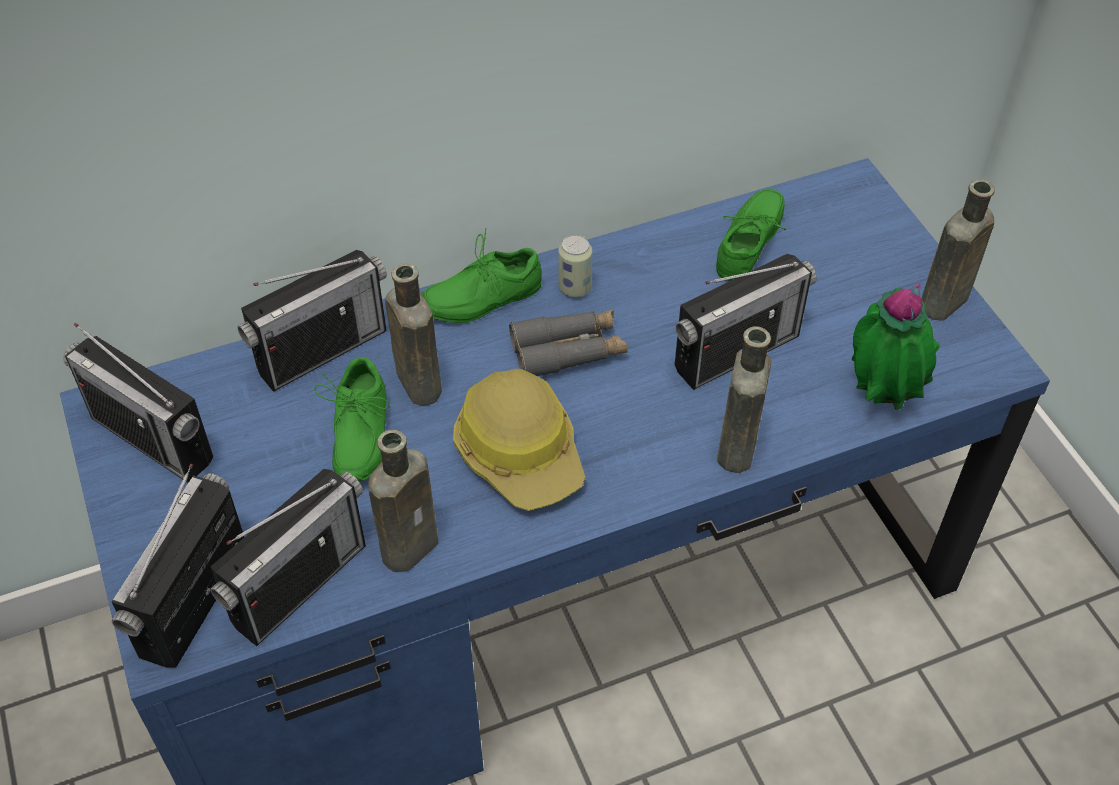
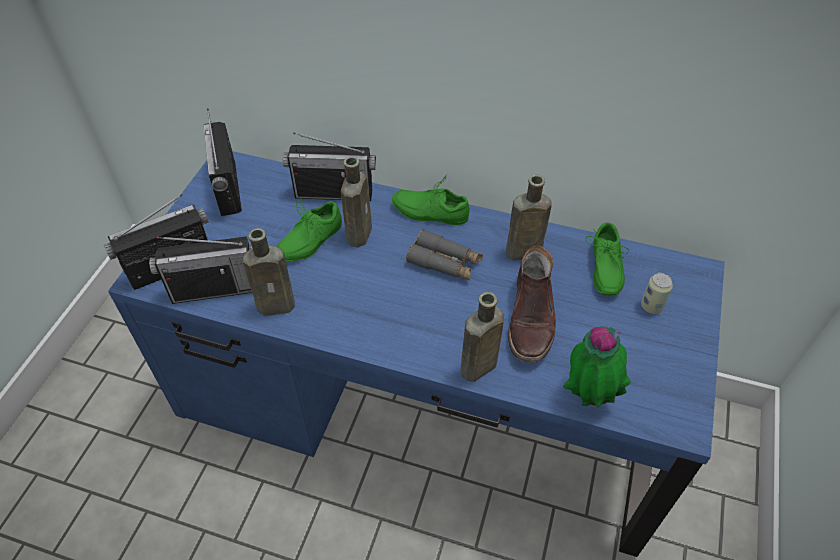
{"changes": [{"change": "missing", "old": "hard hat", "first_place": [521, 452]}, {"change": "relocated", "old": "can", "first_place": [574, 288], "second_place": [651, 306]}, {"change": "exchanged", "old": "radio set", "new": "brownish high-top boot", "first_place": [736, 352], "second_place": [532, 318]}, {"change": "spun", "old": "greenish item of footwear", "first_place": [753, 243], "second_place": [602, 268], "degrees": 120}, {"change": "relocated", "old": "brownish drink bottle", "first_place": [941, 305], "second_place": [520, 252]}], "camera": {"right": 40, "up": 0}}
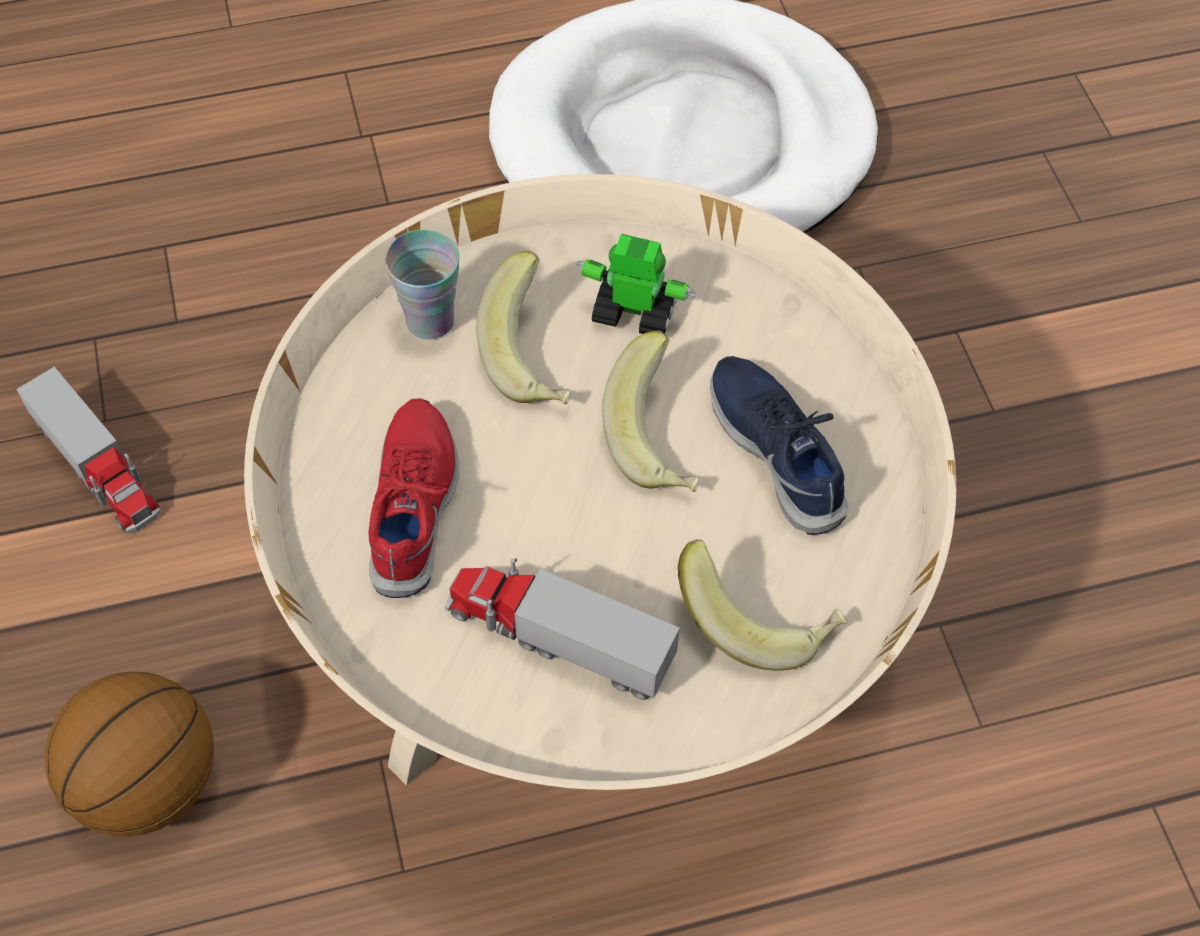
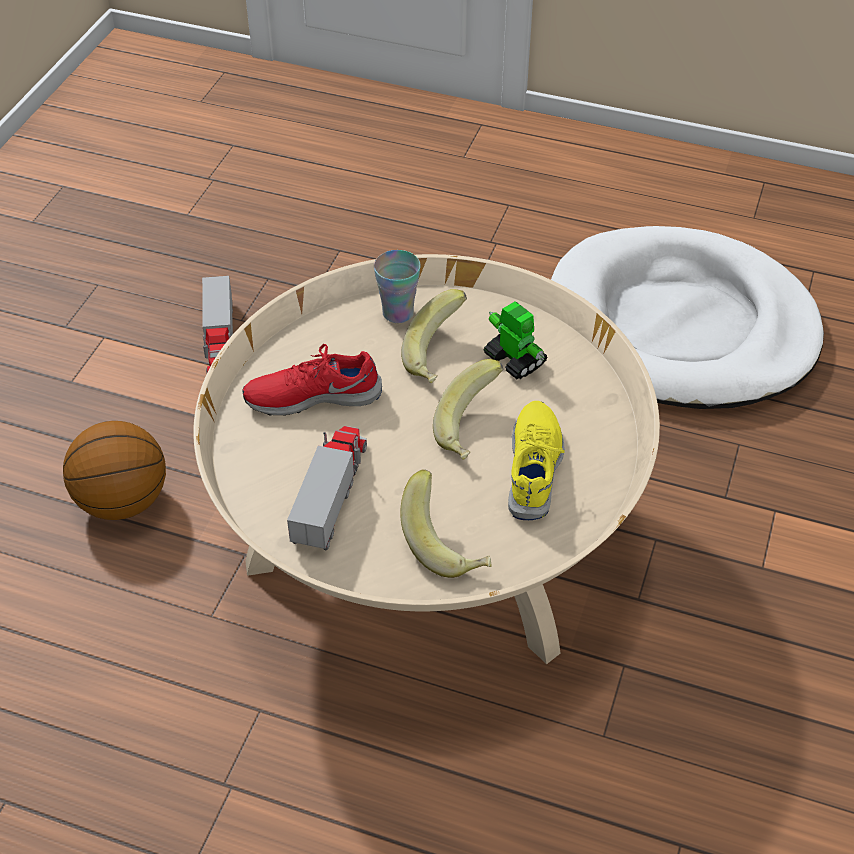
{"changes": [{"change": "spun", "old": "red item of footwear", "first_place": [415, 506], "second_place": [312, 395], "degrees": -135}, {"change": "spun", "old": "toy lorry", "first_place": [558, 637], "second_place": [331, 494], "degrees": 45}, {"change": "colour", "old": "blue-coloured item of footwear", "new": "yellow-coloured item of footwear", "first_place": [778, 451], "second_place": [535, 468]}], "camera": {"right": 35, "up": -10}}
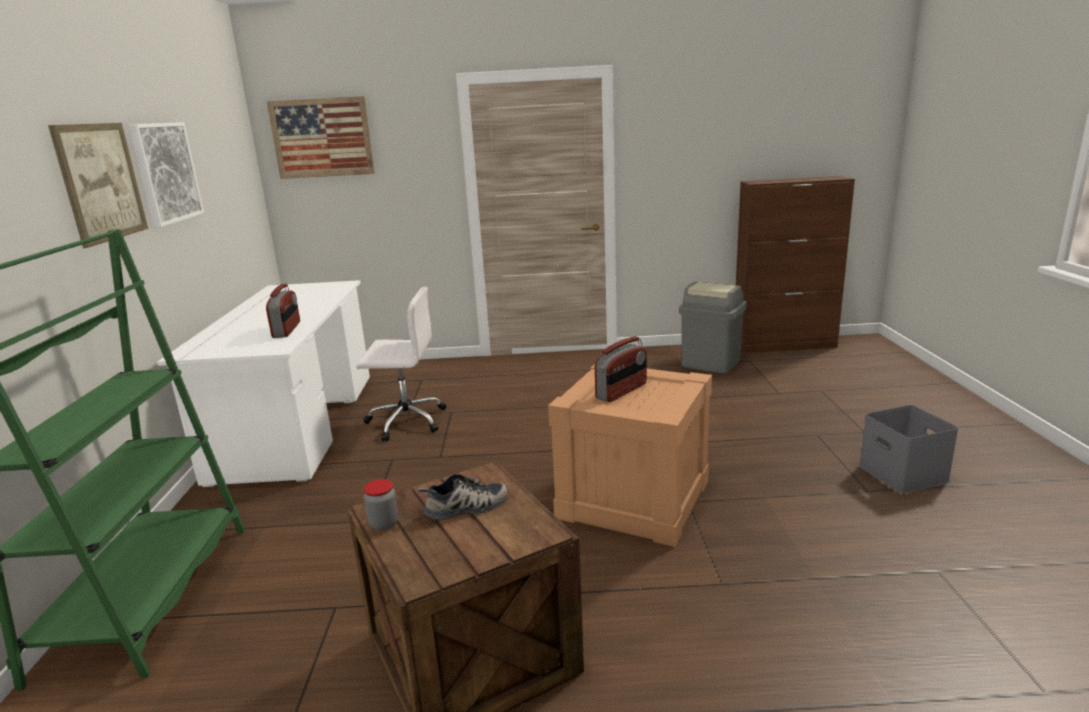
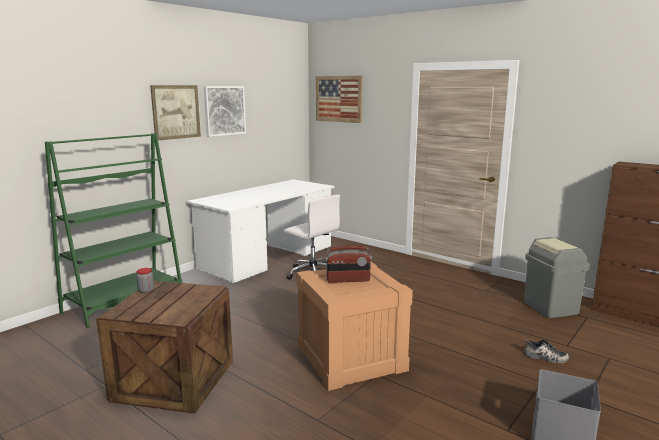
{"changes": [{"change": "missing", "old": "radio set", "first_place": [287, 330]}, {"change": "relocated", "old": "item of footwear", "first_place": [466, 508], "second_place": [545, 357]}], "camera": {"right": 40, "up": -5}}
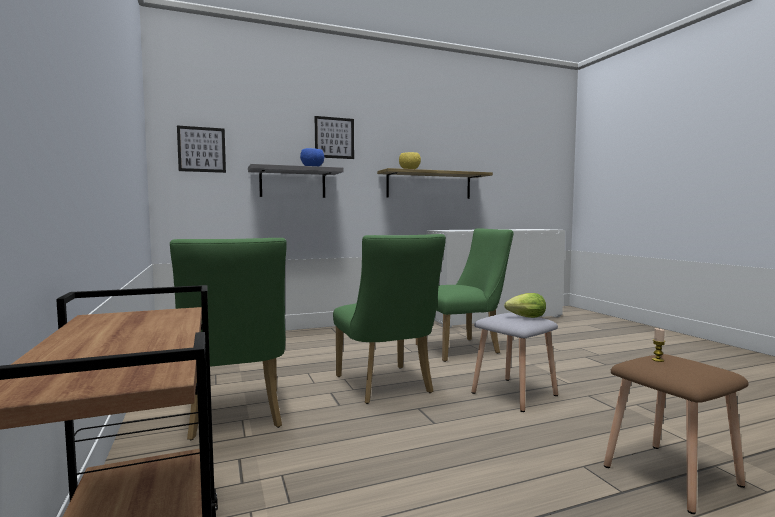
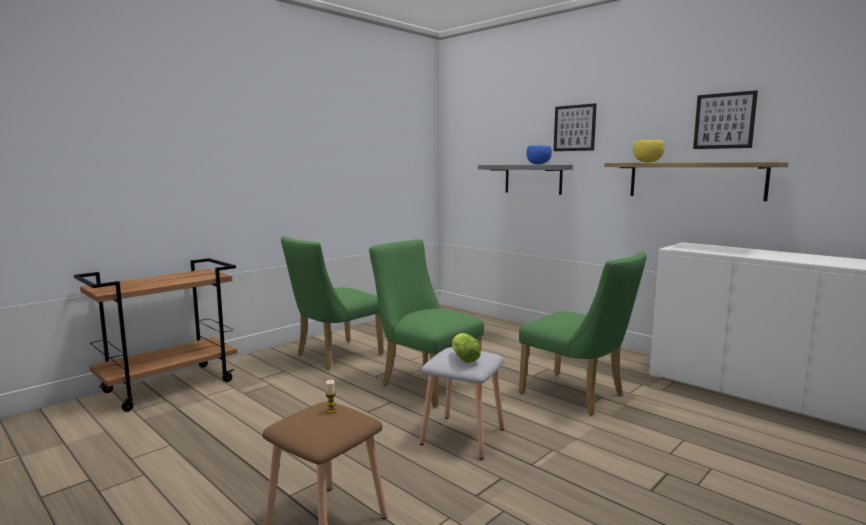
{"changes": [{"change": "relocated", "old": "wall picture", "first_place": [201, 149], "second_place": [724, 121]}, {"change": "spun", "old": "greenish upright chair", "first_place": [386, 387], "second_place": [425, 383], "degrees": 90}], "camera": {"right": 65, "up": 5}}
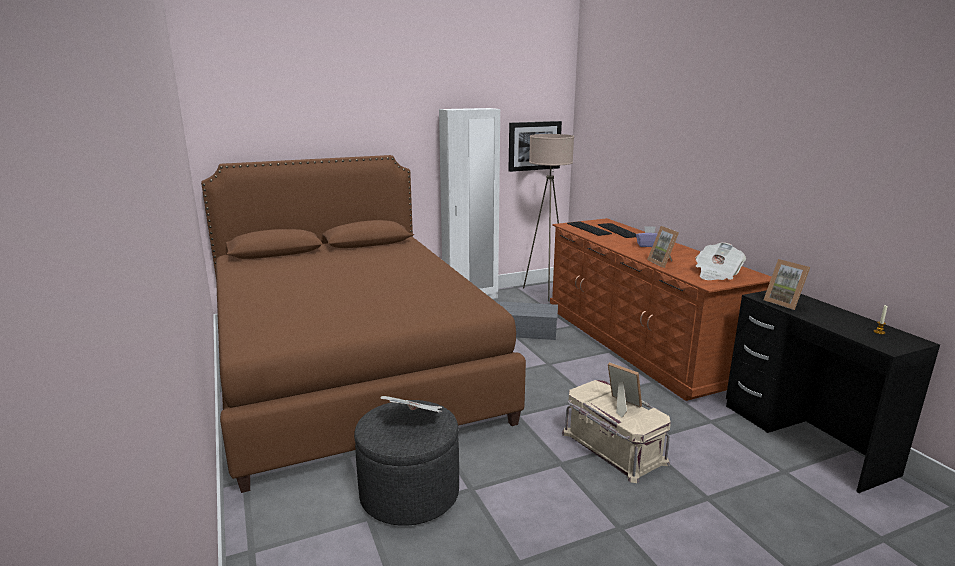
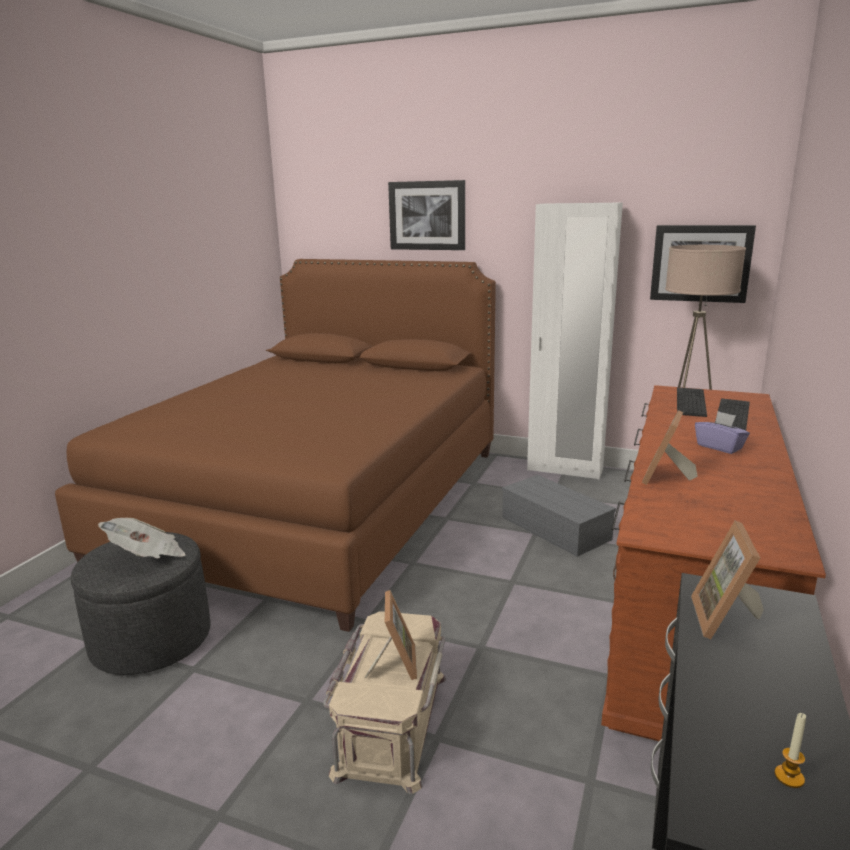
{"changes": [{"change": "missing", "old": "newspaper", "first_place": [716, 274]}, {"change": "appeared", "new": "wall picture", "second_place": [427, 215]}], "camera": {"right": 45, "up": 0}}
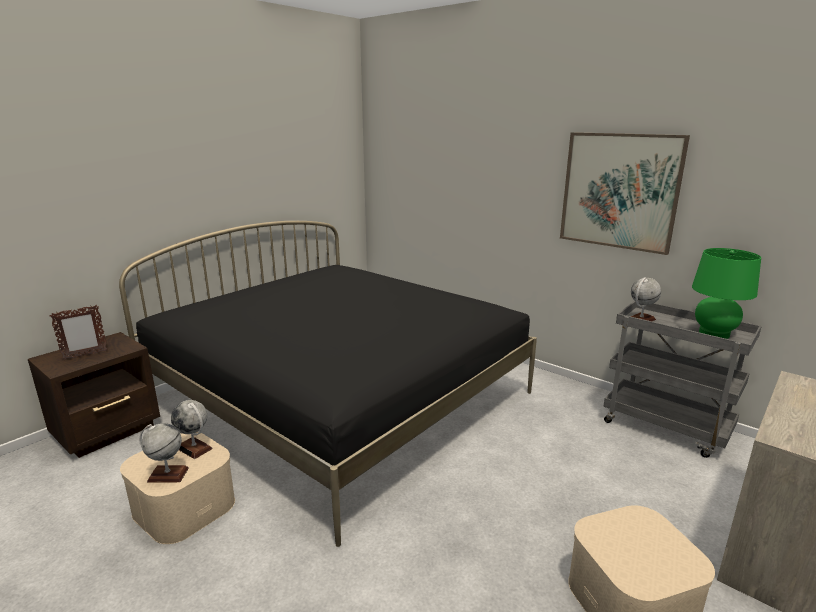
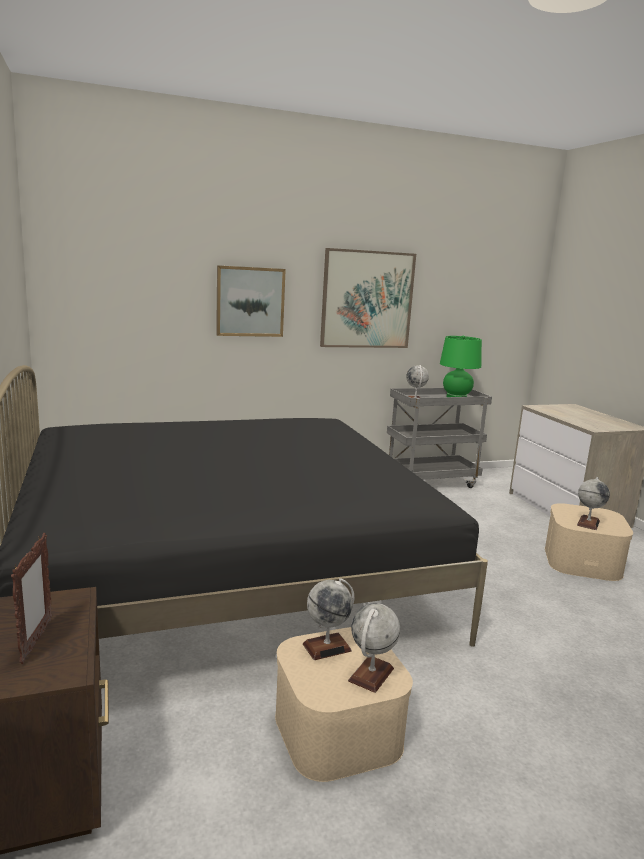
{"changes": [{"change": "appeared", "new": "wall picture", "second_place": [250, 301]}, {"change": "appeared", "new": "desk globe", "second_place": [588, 523]}], "camera": {"right": -60, "up": -5}}
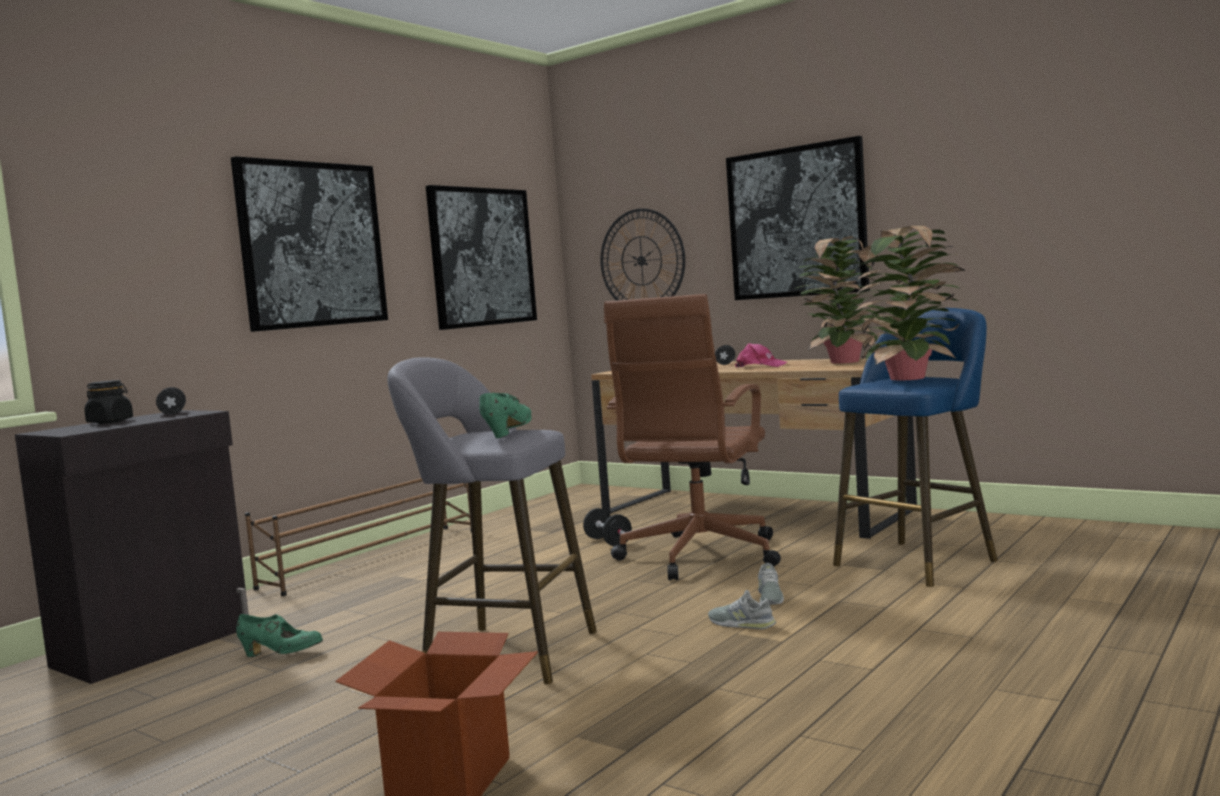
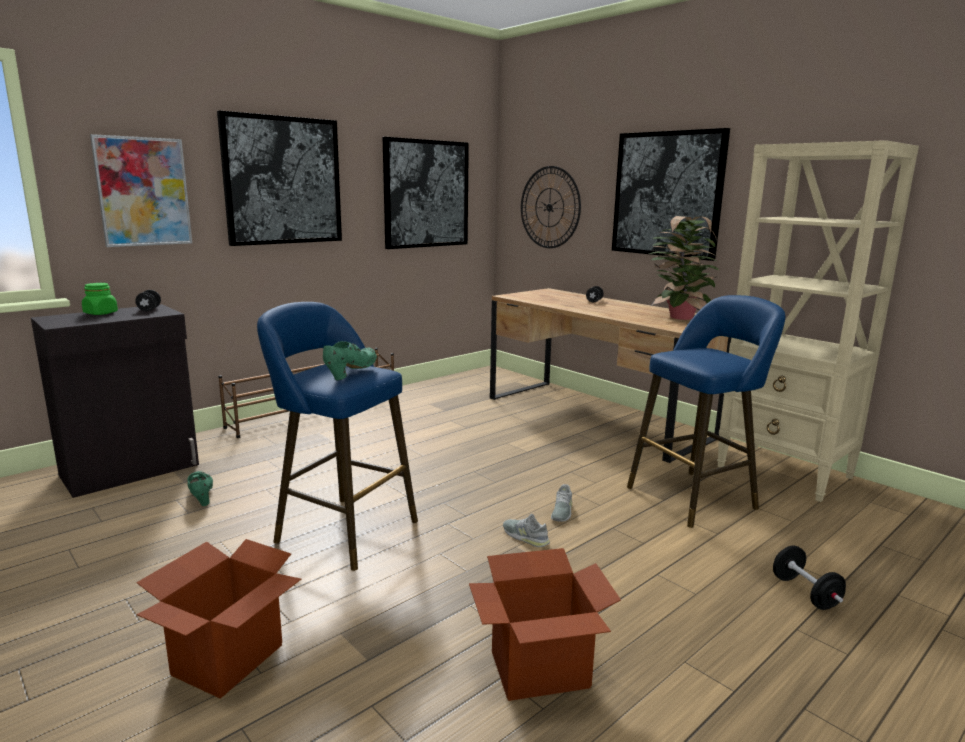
{"changes": [{"change": "colour", "old": "blackish preserve jar", "new": "greenish preserve jar", "first_place": [110, 422], "second_place": [101, 313]}, {"change": "spun", "old": "greenish item of footwear", "first_place": [281, 654], "second_place": [201, 496], "degrees": -135}, {"change": "colour", "old": "gray sitting stool", "new": "blue-coloured sitting stool", "first_place": [501, 654], "second_place": [341, 529]}, {"change": "relocated", "old": "blackish free weight", "first_place": [608, 542], "second_place": [805, 593]}, {"change": "missing", "old": "brownish desk chair", "first_place": [698, 557]}, {"change": "missing", "old": "pink-coloured baseball cap", "first_place": [760, 366]}, {"change": "missing", "old": "plant in a pot", "first_place": [911, 378]}, {"change": "appeared", "new": "wall picture", "second_place": [143, 192]}, {"change": "appeared", "new": "packing box", "second_place": [539, 670]}, {"change": "appeared", "new": "sand-coloured bookcase", "second_place": [785, 472]}], "camera": {"right": 10, "up": 10}}
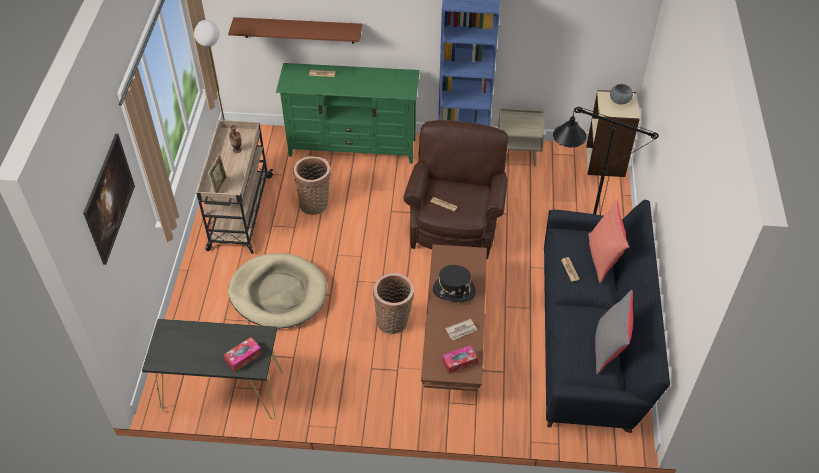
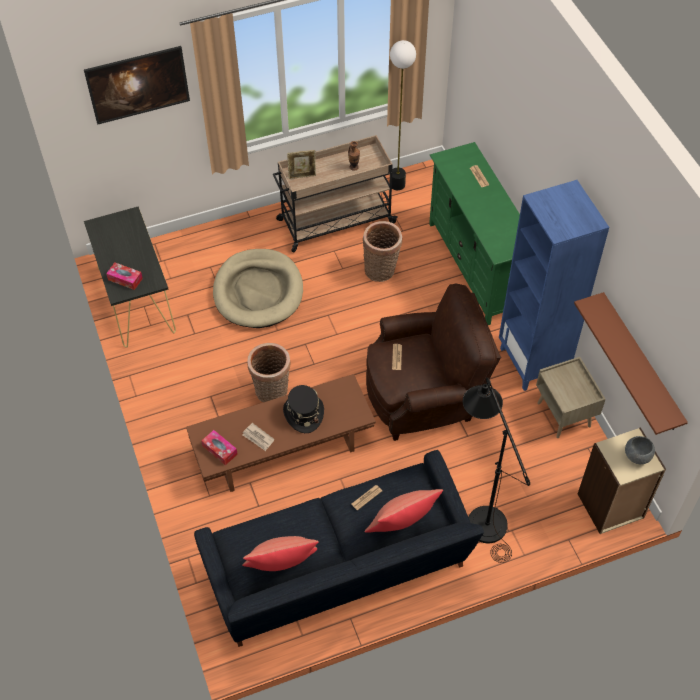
{"changes": [{"change": "relocated", "old": "brownish wall shelf", "first_place": [298, 30], "second_place": [640, 363]}, {"change": "colour", "old": "gray pillow", "new": "red pillow", "first_place": [609, 347], "second_place": [282, 566]}], "camera": {"right": 65, "up": 5}}
